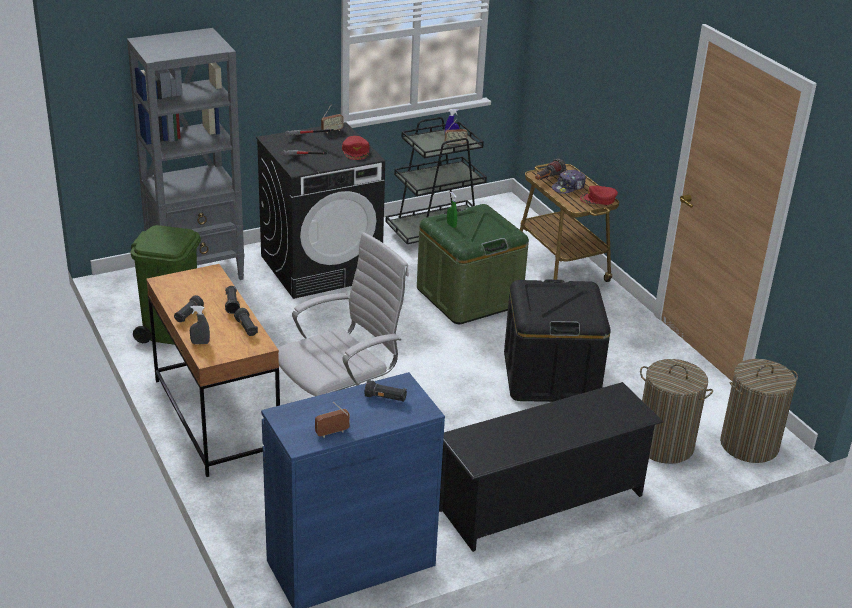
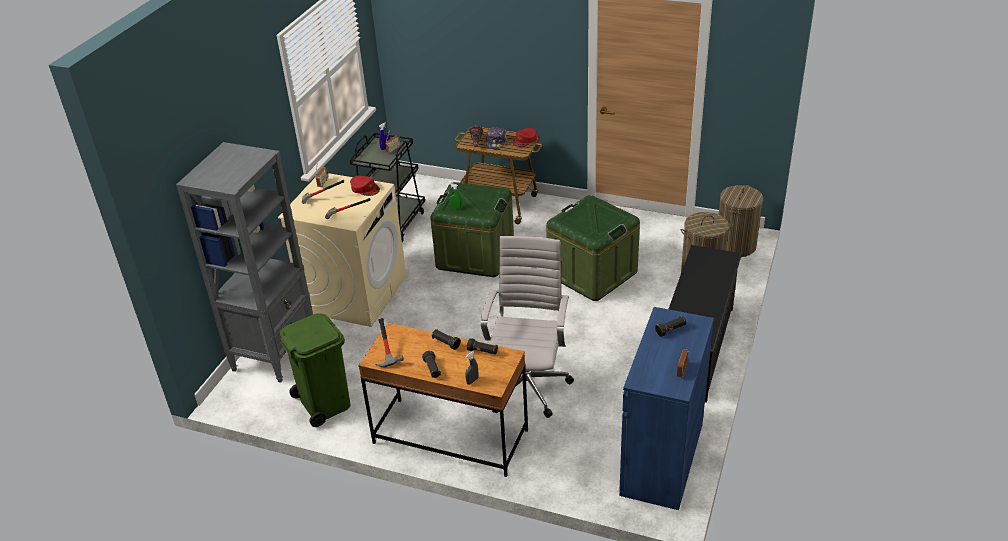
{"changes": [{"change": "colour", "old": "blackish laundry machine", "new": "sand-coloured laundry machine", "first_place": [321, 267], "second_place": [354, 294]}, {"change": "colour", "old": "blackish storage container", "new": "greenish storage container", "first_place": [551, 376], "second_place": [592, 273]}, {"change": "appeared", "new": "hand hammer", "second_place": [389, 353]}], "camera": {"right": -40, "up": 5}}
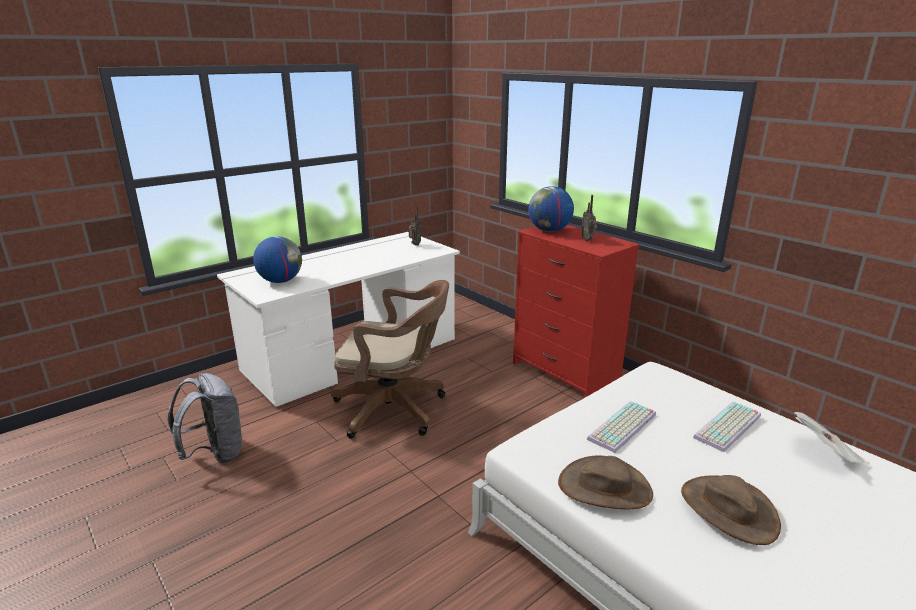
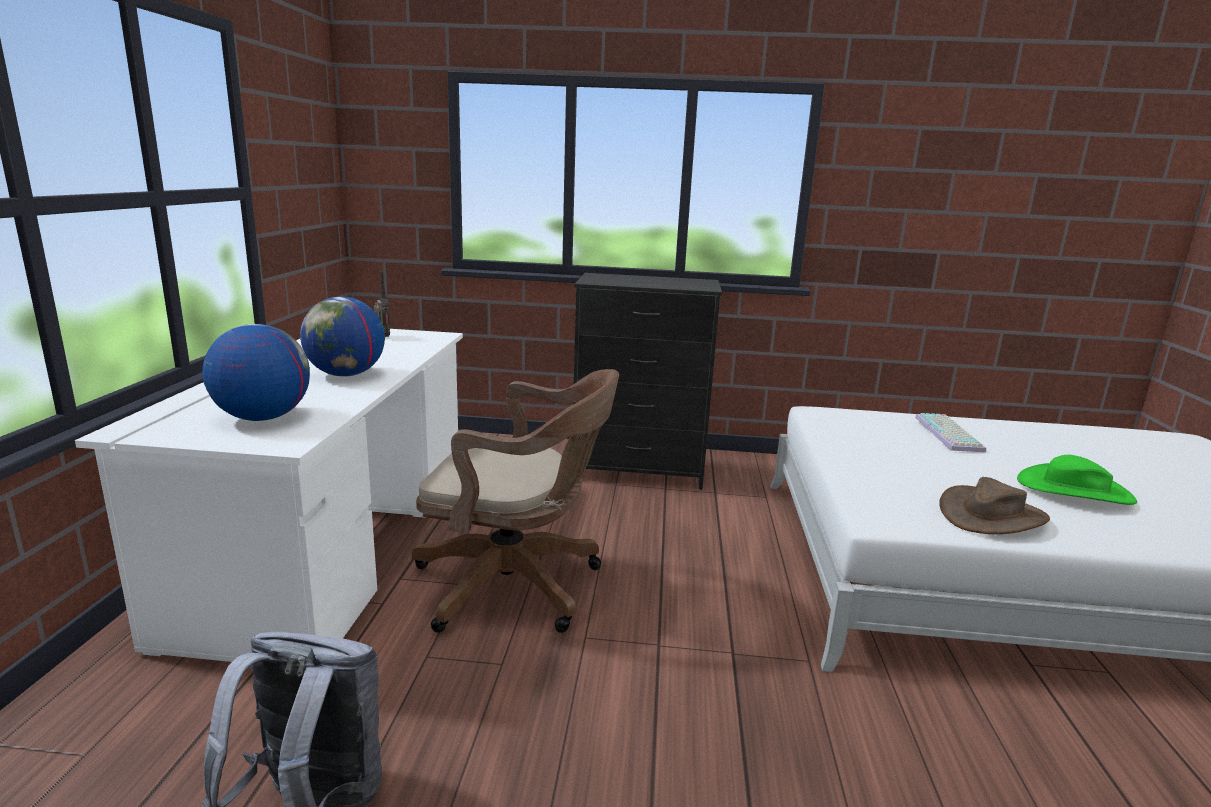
{"changes": [{"change": "spun", "old": "brownish desk chair", "first_place": [395, 409], "second_place": [517, 585], "degrees": 45}, {"change": "colour", "old": "red chest of drawers", "new": "blackish chest of drawers", "first_place": [564, 373], "second_place": [638, 470]}, {"change": "relocated", "old": "desk globe", "first_place": [549, 231], "second_place": [346, 375]}, {"change": "missing", "old": "radio set", "first_place": [588, 240]}, {"change": "missing", "old": "PC keyboard", "first_place": [623, 428]}, {"change": "colour", "old": "brownish hat", "new": "greenish hat", "first_place": [728, 510], "second_place": [1074, 490]}, {"change": "missing", "old": "newspaper", "first_place": [826, 455]}], "camera": {"right": -45, "up": -5}}
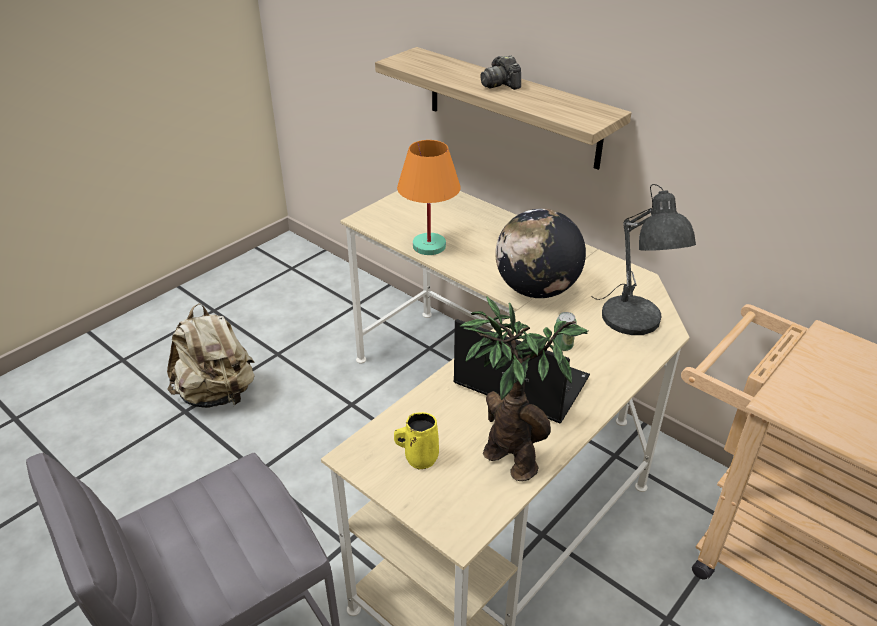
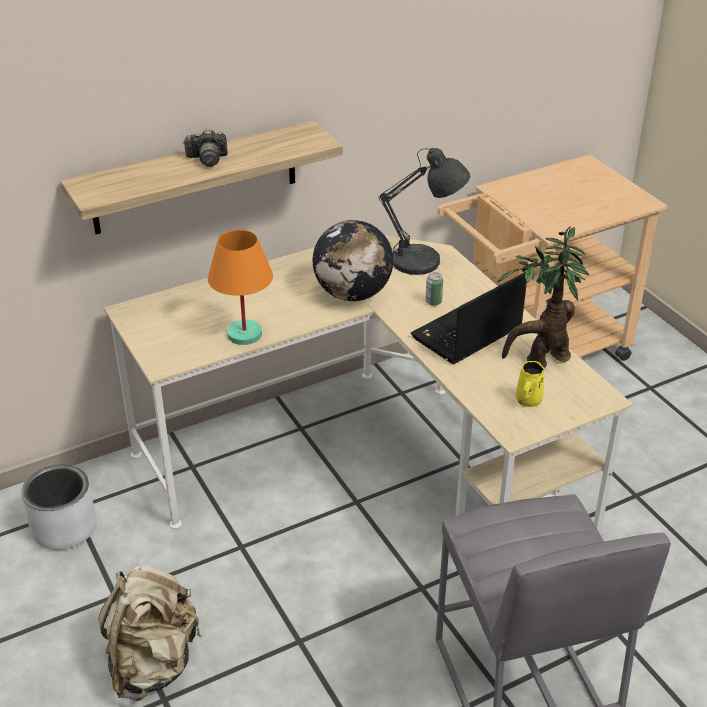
{"changes": [{"change": "appeared", "new": "gray planter", "second_place": [64, 527]}], "camera": {"right": -70, "up": 0}}
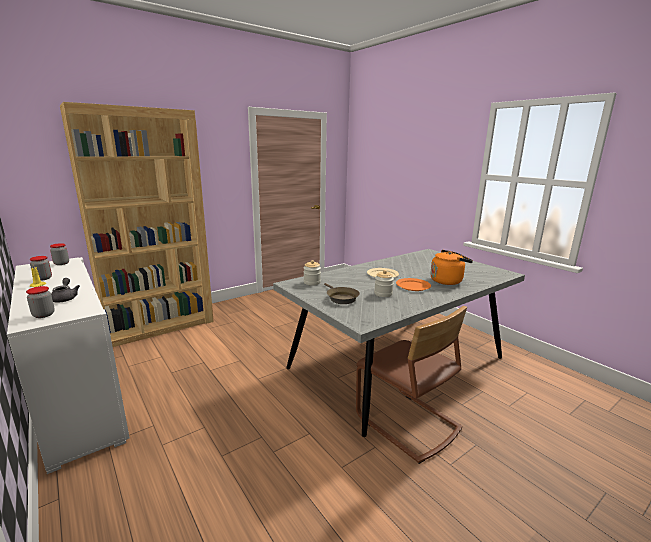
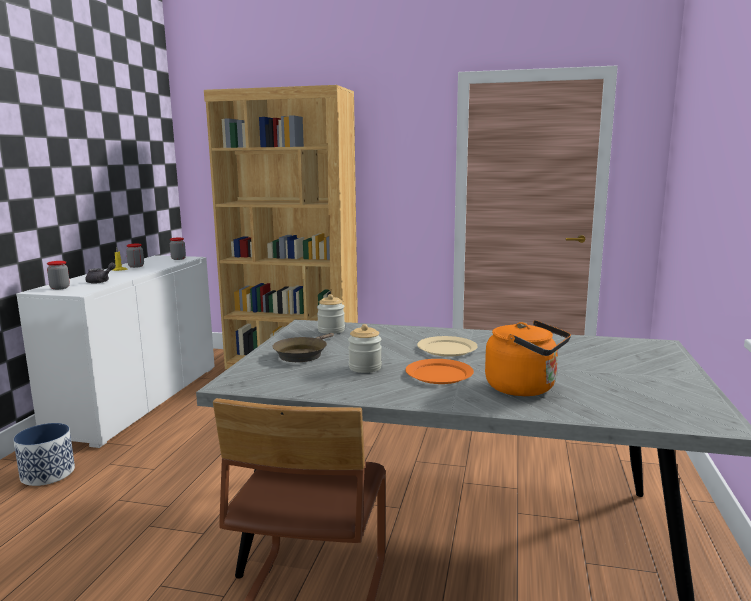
{"changes": [{"change": "appeared", "new": "planter", "second_place": [48, 473]}], "camera": {"right": 50, "up": -5}}
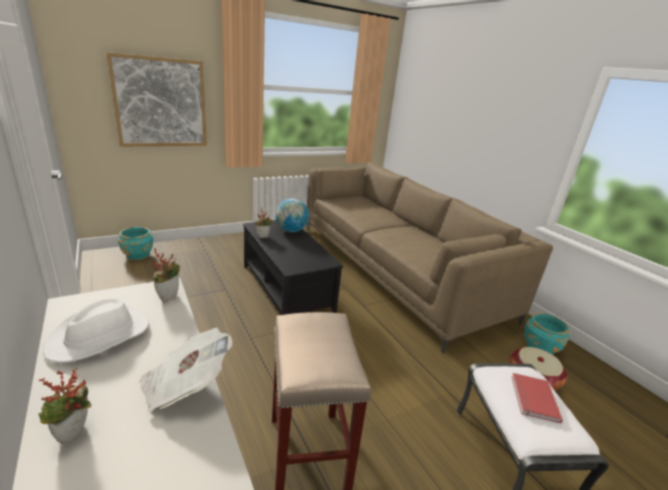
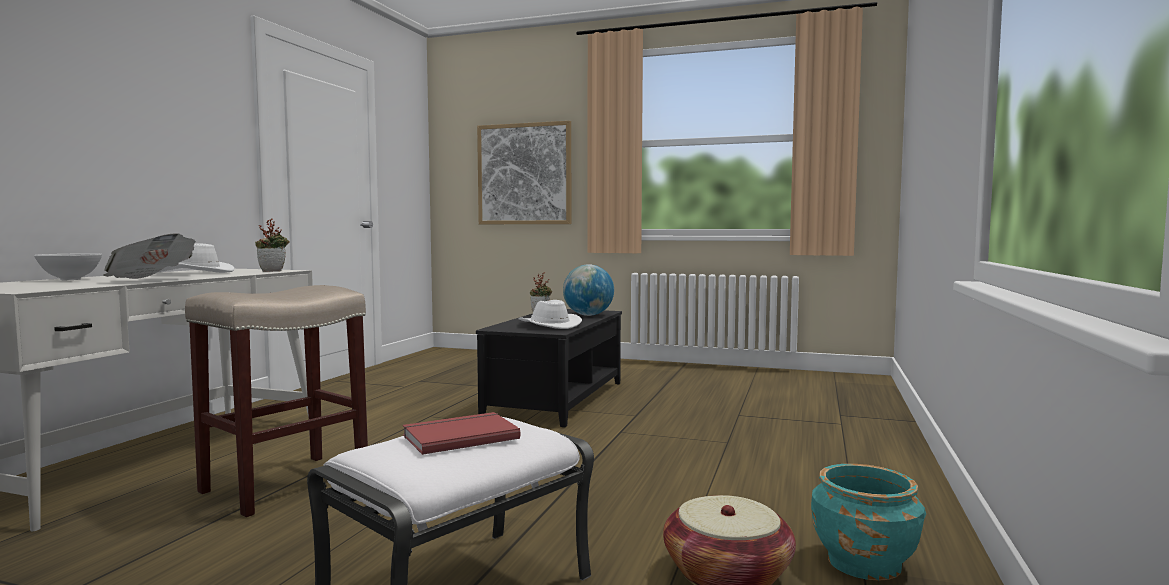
{"changes": [{"change": "exchanged", "old": "plant in a pot", "new": "whitish bowl", "first_place": [75, 435], "second_place": [71, 279]}, {"change": "missing", "old": "turquoise-coloured planter", "first_place": [138, 255]}, {"change": "missing", "old": "brownish couch", "first_place": [394, 268]}, {"change": "appeared", "new": "whitish hat", "second_place": [548, 325]}], "camera": {"right": 50, "up": -20}}
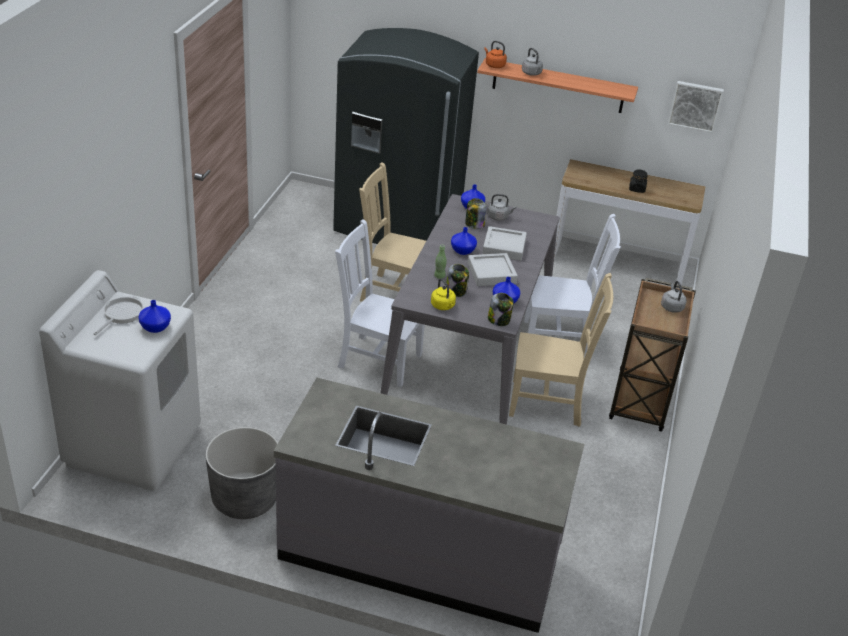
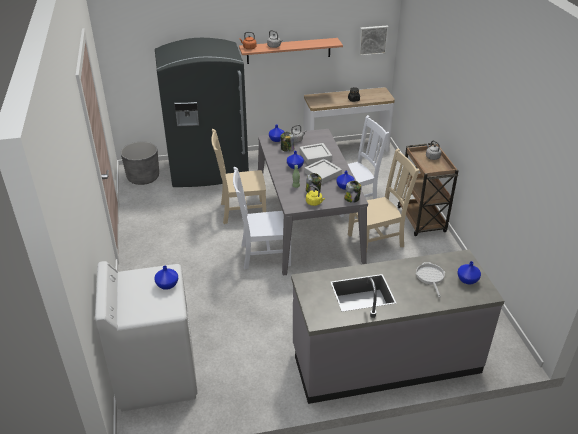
{"changes": [{"change": "relocated", "old": "pan", "first_place": [121, 314], "second_place": [430, 277]}, {"change": "relocated", "old": "gray planter", "first_place": [245, 498], "second_place": [143, 177]}, {"change": "appeared", "new": "blue-coloured vase", "second_place": [468, 280]}], "camera": {"right": -25, "up": 0}}
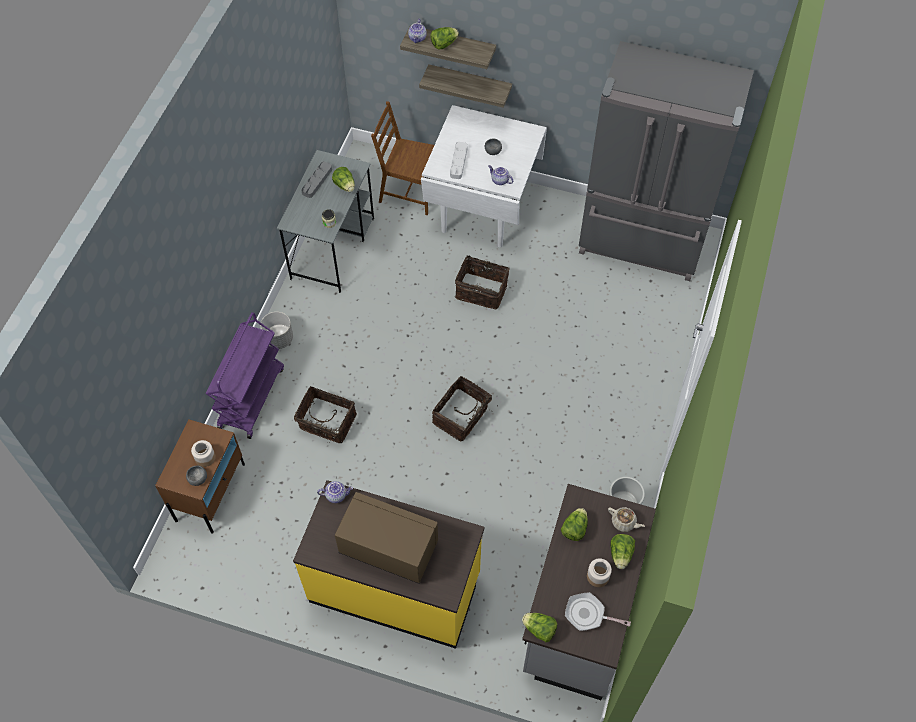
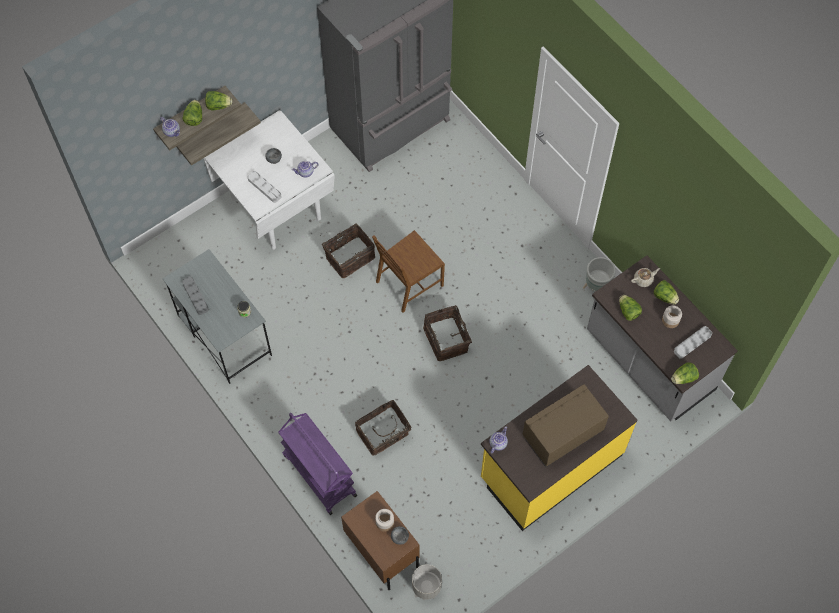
{"changes": [{"change": "relocated", "old": "gray planter", "first_place": [279, 338], "second_place": [426, 586]}, {"change": "relocated", "old": "head of lettuce", "first_place": [345, 186], "second_place": [218, 106]}, {"change": "relocated", "old": "brownish upright chair", "first_place": [409, 191], "second_place": [409, 283]}, {"change": "exchanged", "old": "pan", "new": "gray serving tray", "first_place": [588, 614], "second_place": [692, 343]}], "camera": {"right": -55, "up": 5}}
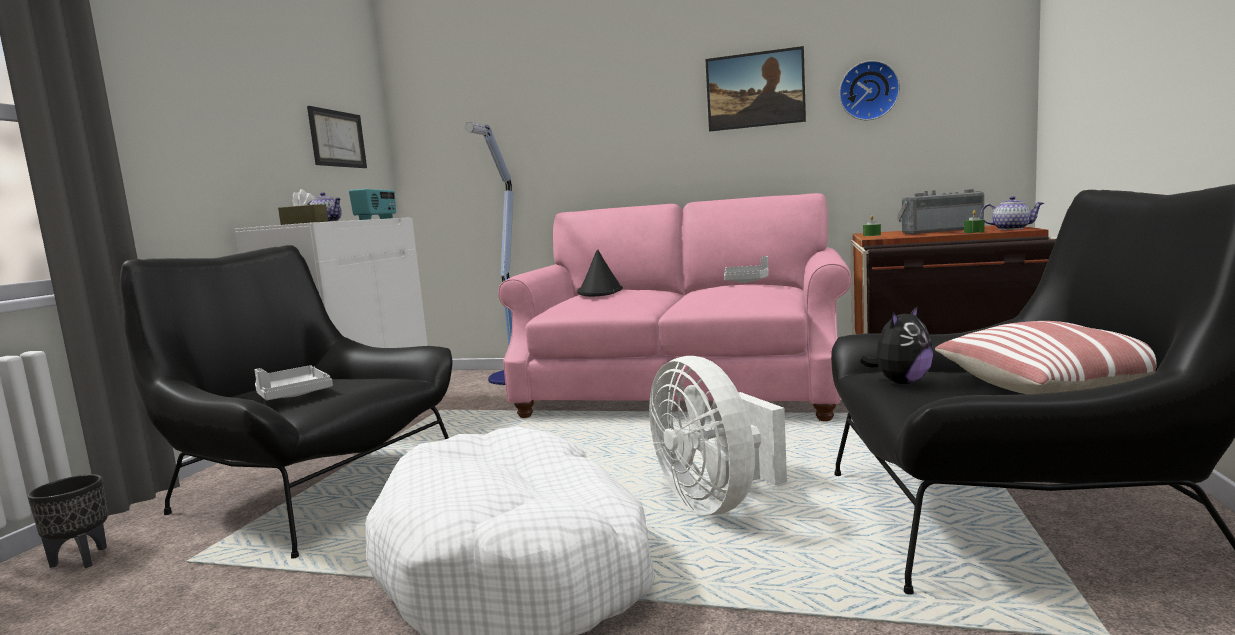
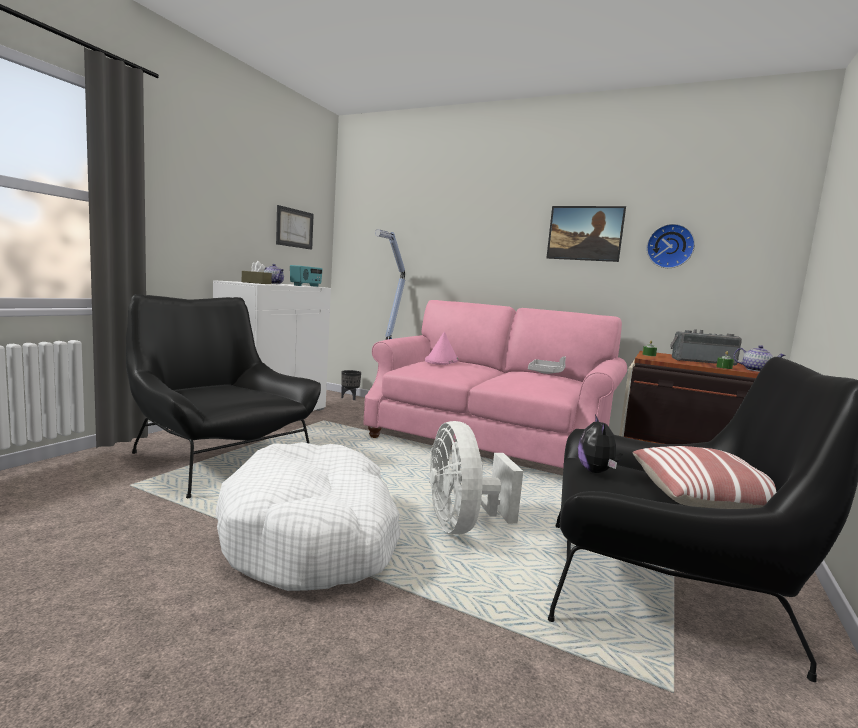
{"changes": [{"change": "relocated", "old": "blackish planter", "first_place": [80, 560], "second_place": [349, 398]}, {"change": "missing", "old": "gray serving tray", "first_place": [292, 394]}, {"change": "colour", "old": "blackish hat", "new": "pink-coloured hat", "first_place": [600, 291], "second_place": [441, 361]}, {"change": "spun", "old": "cuddly toy", "first_place": [900, 382], "second_place": [596, 471], "degrees": 120}], "camera": {"right": 10, "up": 0}}
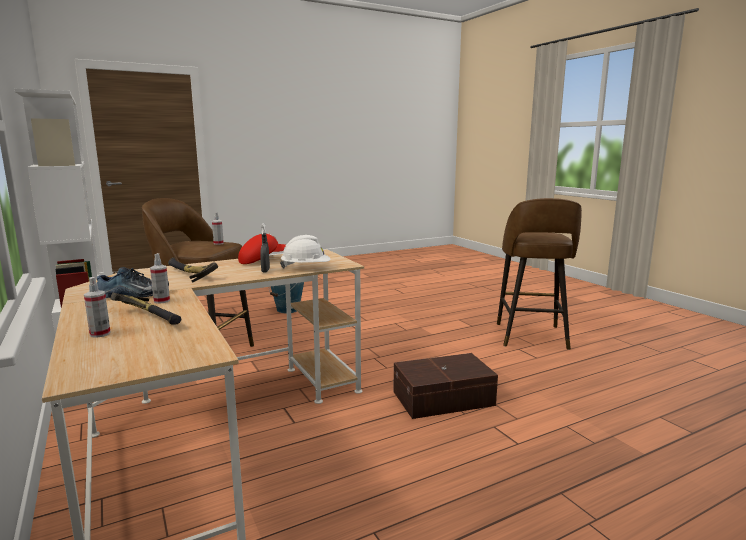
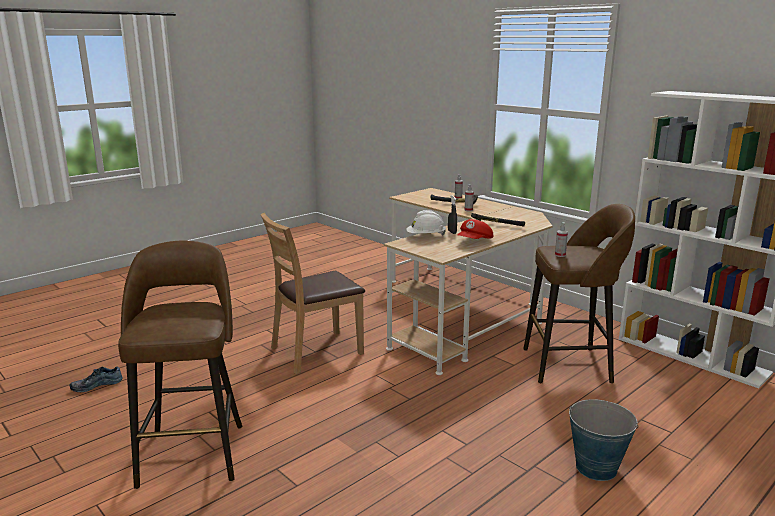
{"changes": [{"change": "relocated", "old": "item of footwear", "first_place": [133, 294], "second_place": [97, 384]}, {"change": "exchanged", "old": "brownish storage container", "new": "brownish upright chair", "first_place": [444, 399], "second_place": [316, 351]}], "camera": {"right": 165, "up": 5}}
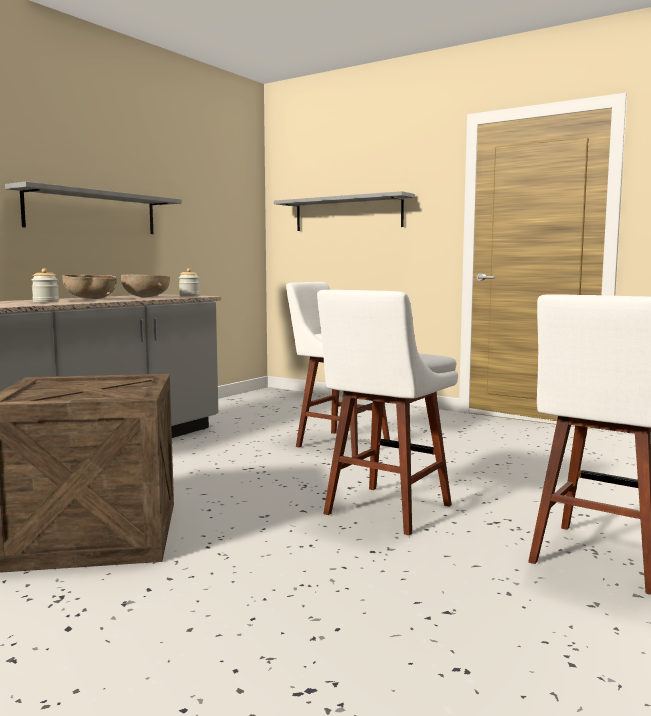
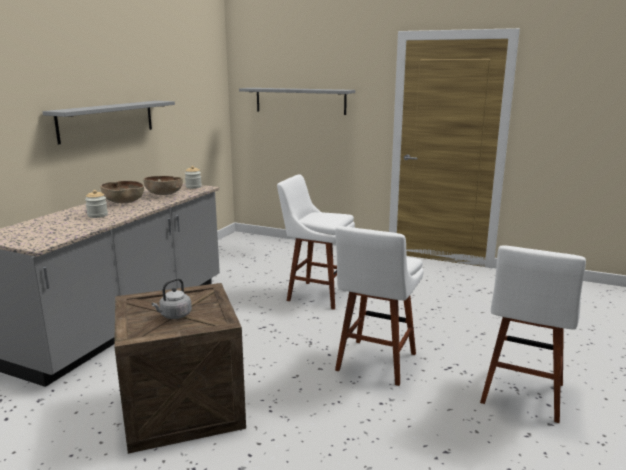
{"changes": [{"change": "appeared", "new": "gray tea kettle", "second_place": [174, 316]}], "camera": {"right": -10, "up": 10}}
